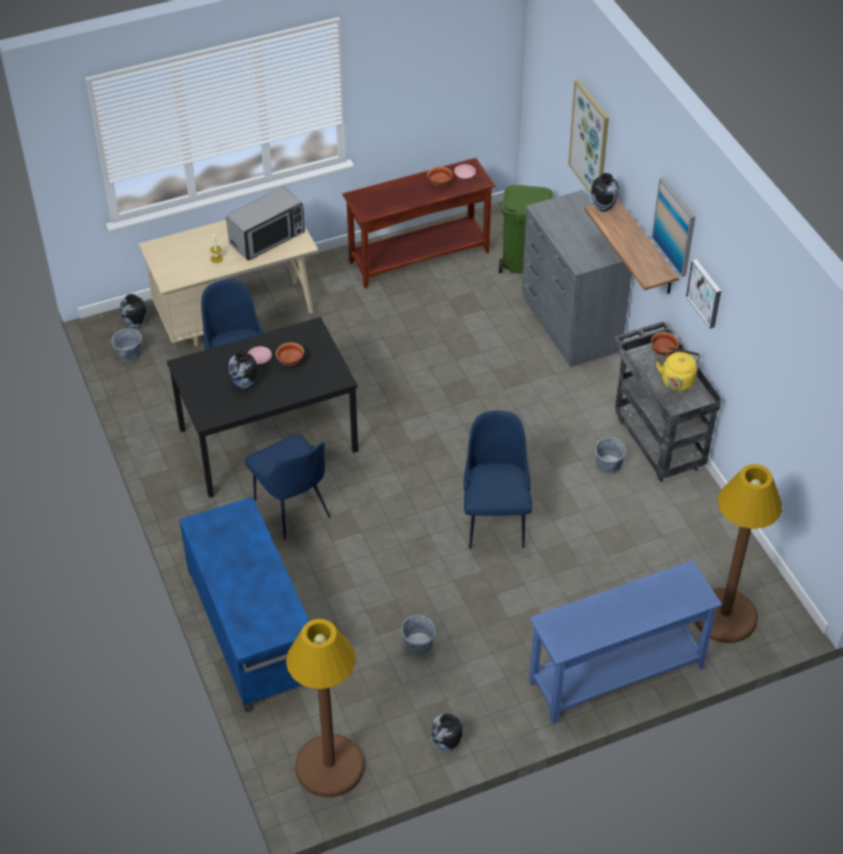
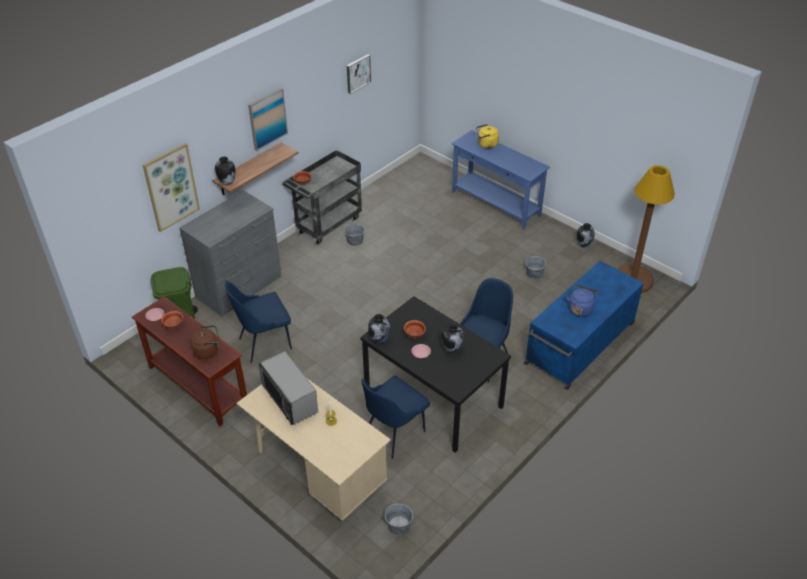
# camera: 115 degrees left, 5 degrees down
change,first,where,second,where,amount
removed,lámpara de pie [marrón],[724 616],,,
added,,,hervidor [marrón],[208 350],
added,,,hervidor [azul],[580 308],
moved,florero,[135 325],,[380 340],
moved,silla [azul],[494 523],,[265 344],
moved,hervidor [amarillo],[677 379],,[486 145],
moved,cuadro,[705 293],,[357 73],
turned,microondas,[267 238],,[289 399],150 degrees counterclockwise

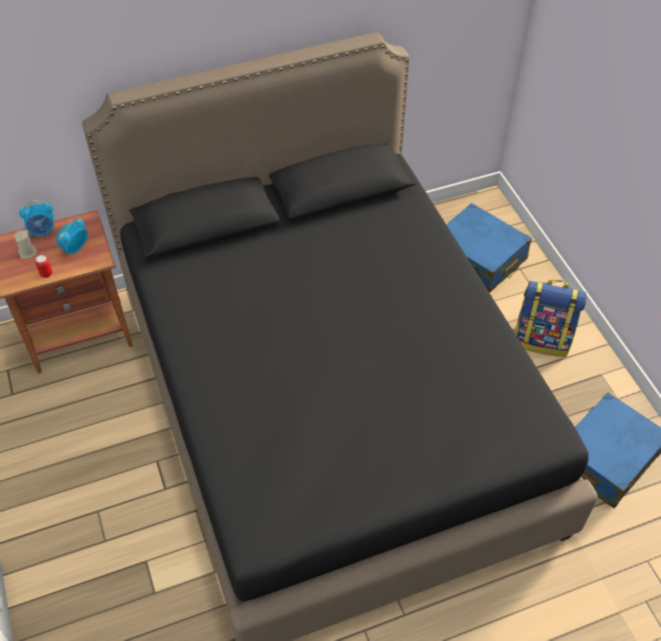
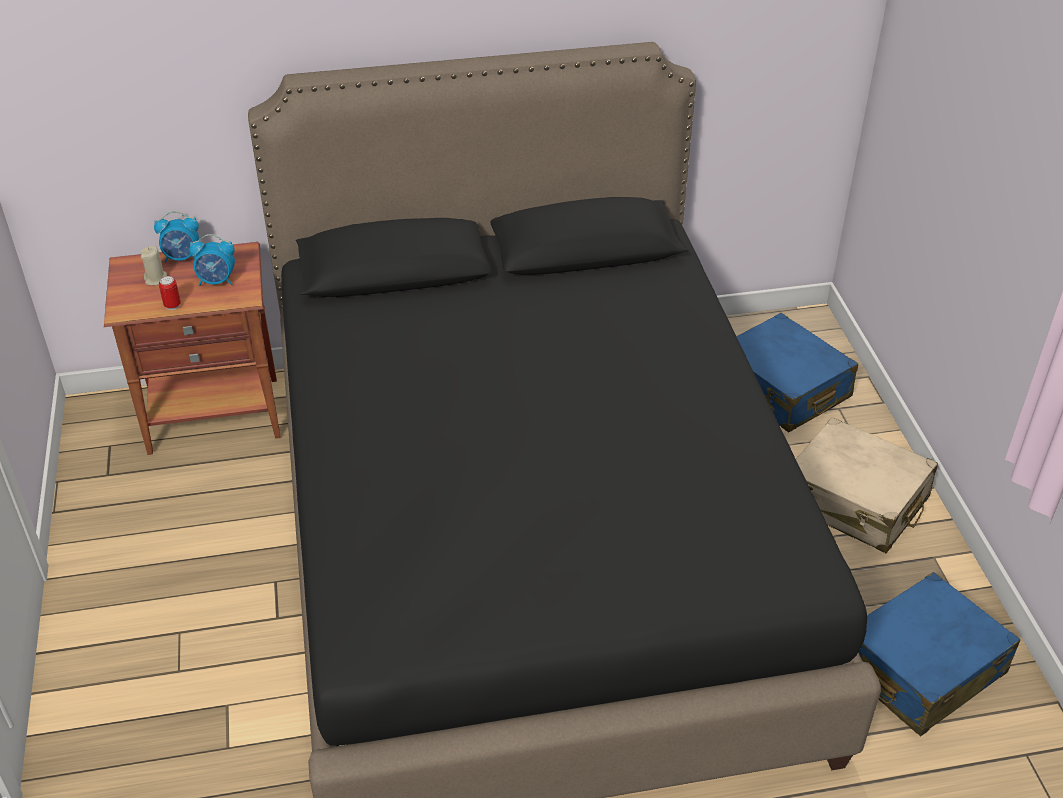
# camera: 10 degrees right, 10 degrees down
change,first,where,second,where,amount
replaced,mochila,[542 339],maleta [beis],[855 501],
turned,despertador,[75 249],,[217 281],135 degrees counterclockwise

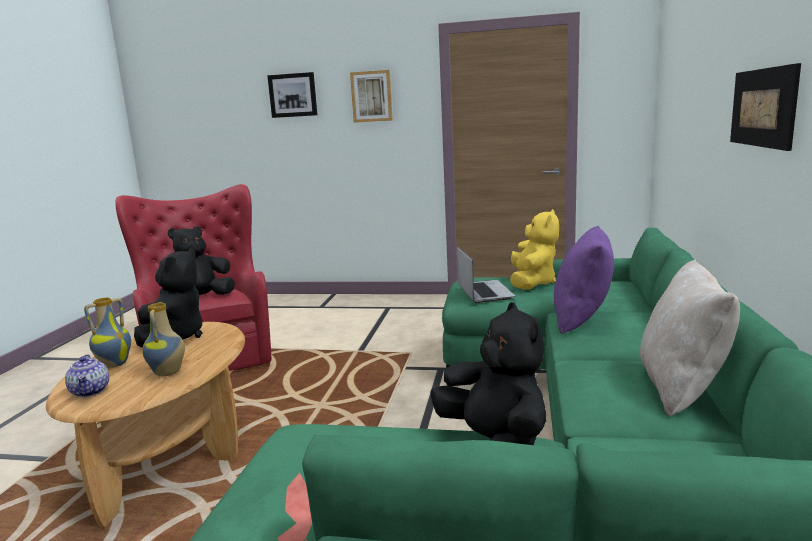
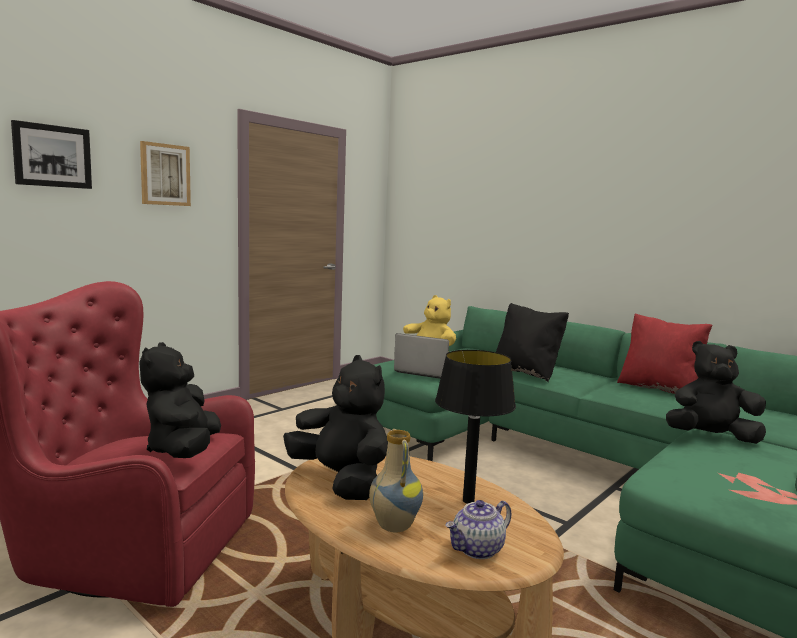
# camera: 60 degrees left, 5 degrees down
change,first,where,second,where,amount
removed,cuadro,[762 107],,,
replaced,florero,[169 373],lámpara de mesa [negro],[469 501],
recoloured,cojín [morado],[582 319],cojín [negro],[526 372],
recoloured,cojín [beis],[682 388],cojín [rojo],[659 388],
turned,tetera,[90 391],,[477 549],135 degrees clockwise

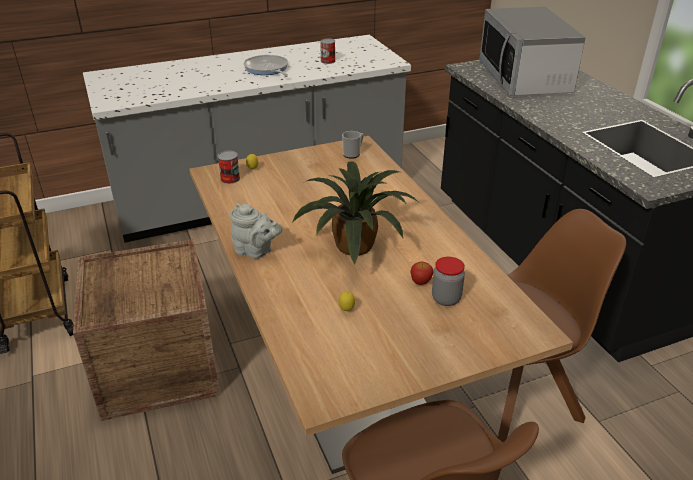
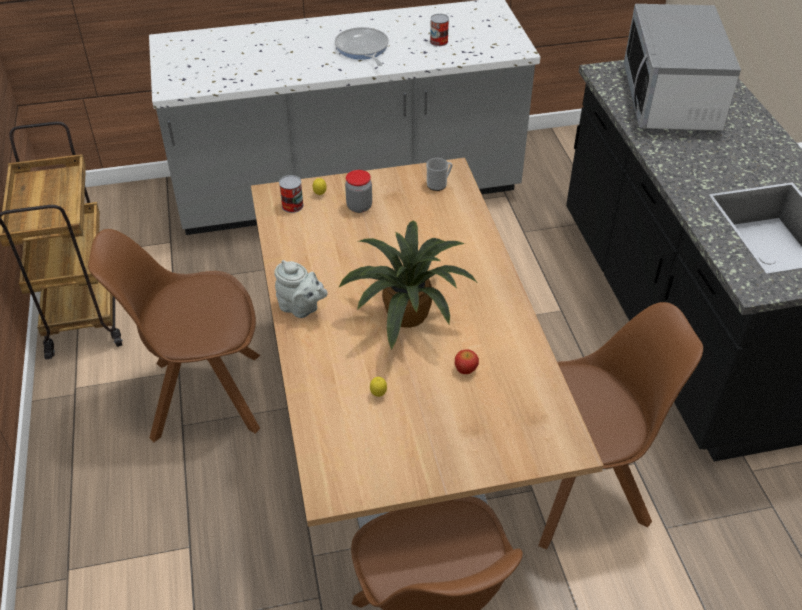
# camera: 10 degrees right, 10 degrees up
change,first,where,second,where,amount
moved,tarro,[446 299],,[359 206],
replaced,caja de embalaje,[158 367],silla [marrón],[203 395],

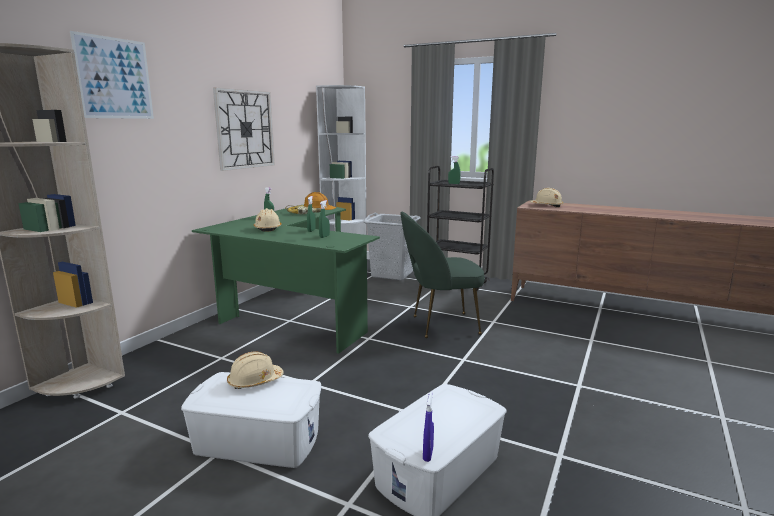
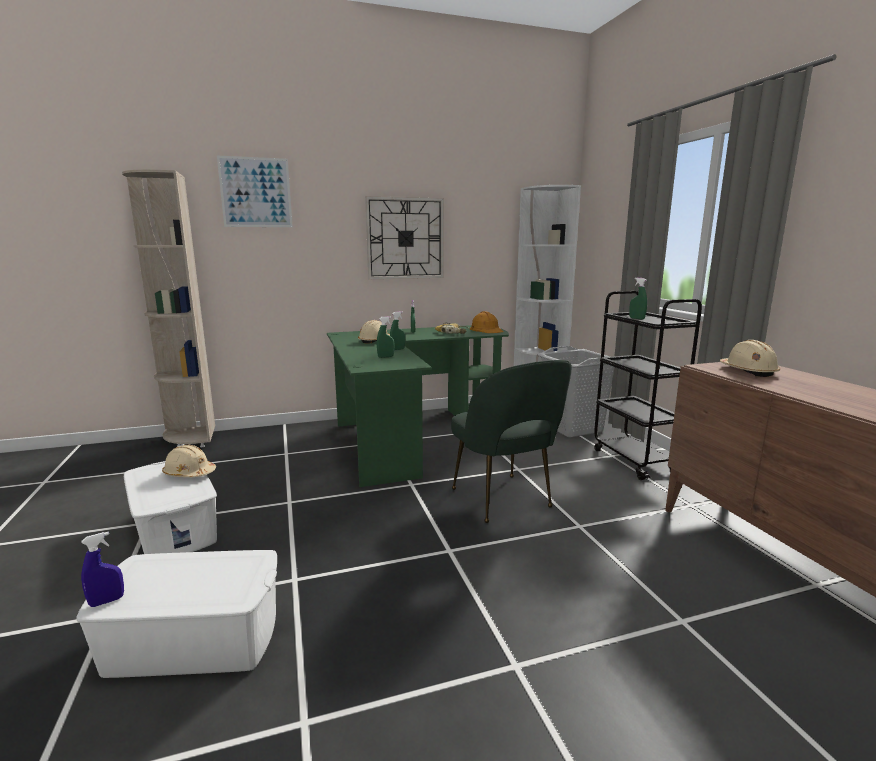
# camera: 45 degrees right, 0 degrees up
change,first,where,second,where,amount
turned,silla [verde],[439 325],,[504 502],150 degrees counterclockwise

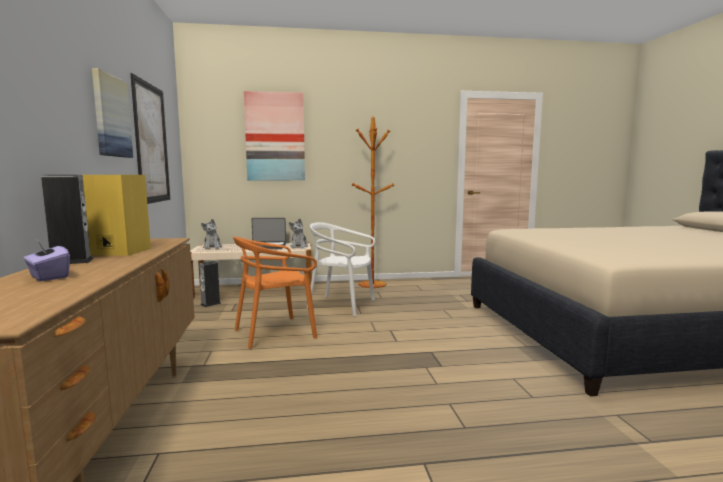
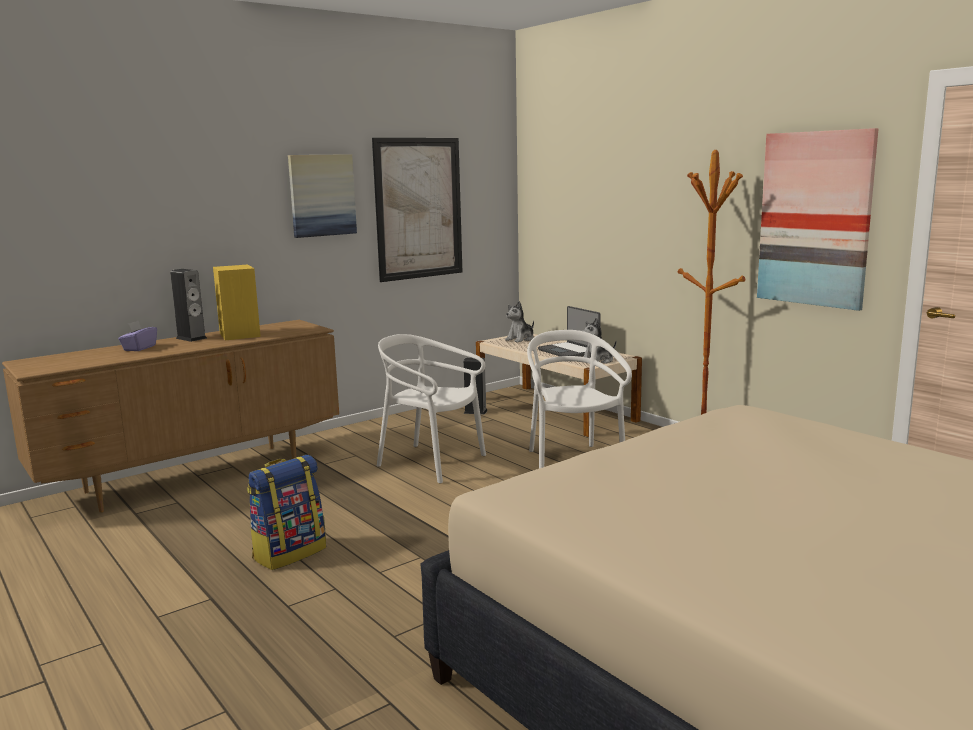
# camera: 60 degrees right, 5 degrees up
change,first,where,second,where,amount
added,,,mochila,[289 553],
moved,cuadro,[275 137],,[815 219],
recoloured,silla [naranja],[275 333],silla [blanco],[431 462],

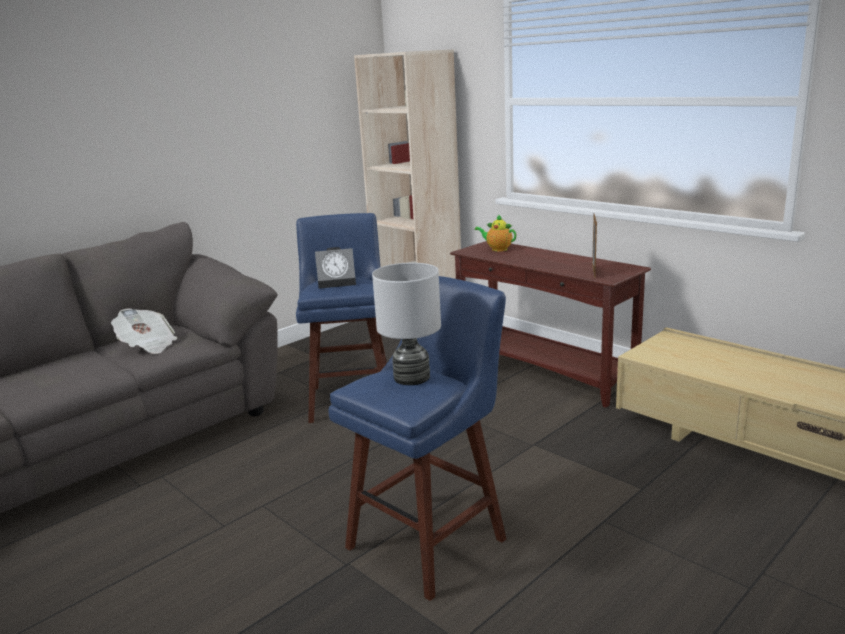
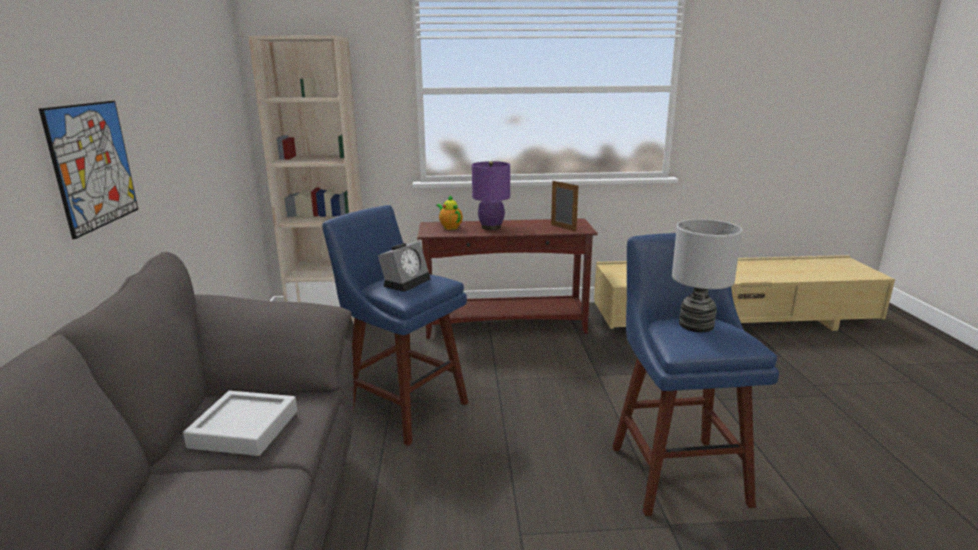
# camera: 50 degrees left, 0 degrees up
change,first,where,second,where,amount
added,,,cuadro,[93 165],
added,,,lámpara de mesa [morado],[491 227],
replaced,periódico,[147 345],bandeja [gris],[244 429],
turned,tetera,[497 249],,[450 227],75 degrees clockwise

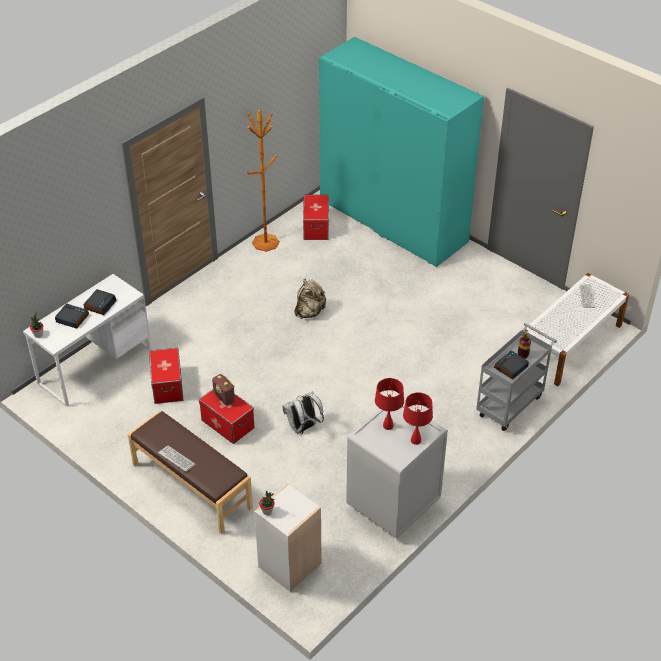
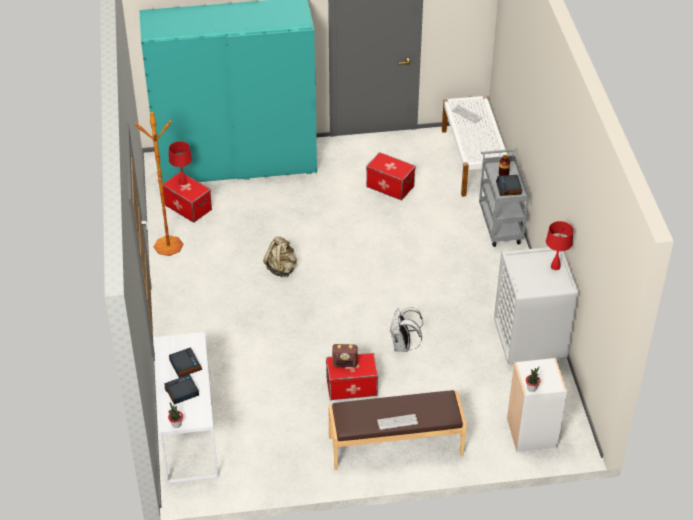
# camera: 50 degrees left, 0 degrees up
change,first,where,second,where,amount
moved,caja de almacenaje,[168 386],,[390 186],
moved,lámpara de mesa [rojo],[388 426],,[183 182],

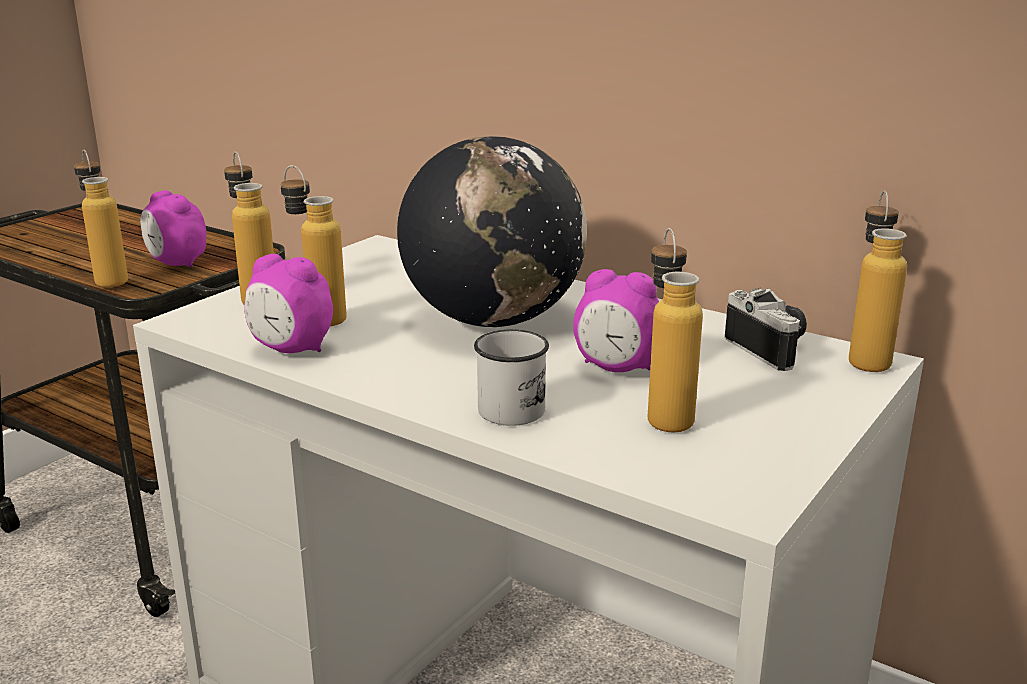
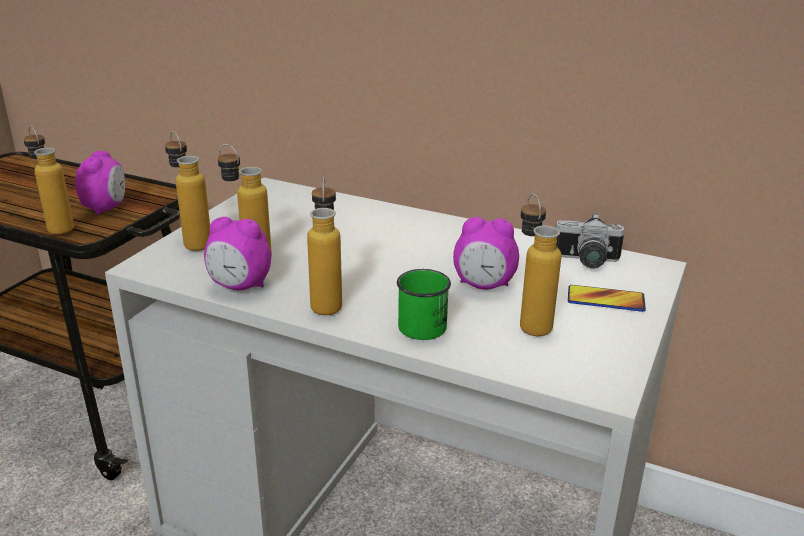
# camera: 10 degrees left, 5 degrees up
change,first,where,second,where,amount
removed,globo terráqueo,[493 320],,,
added,,,móvil,[605 300],
moved,botella,[865 358],,[326 301],
recoloured,taza grande [blanco],[516 406],taza grande [verde],[424 323],
turned,despertador,[177 264],,[106 208],120 degrees counterclockwise
turned,cámara,[773 349],,[586 262],135 degrees clockwise

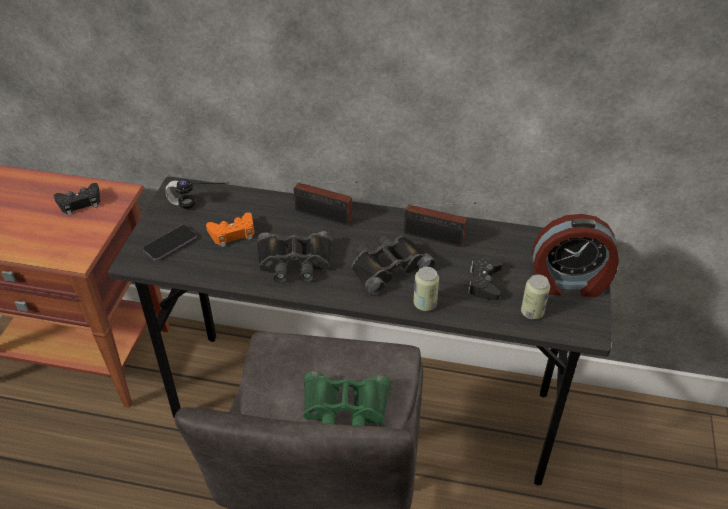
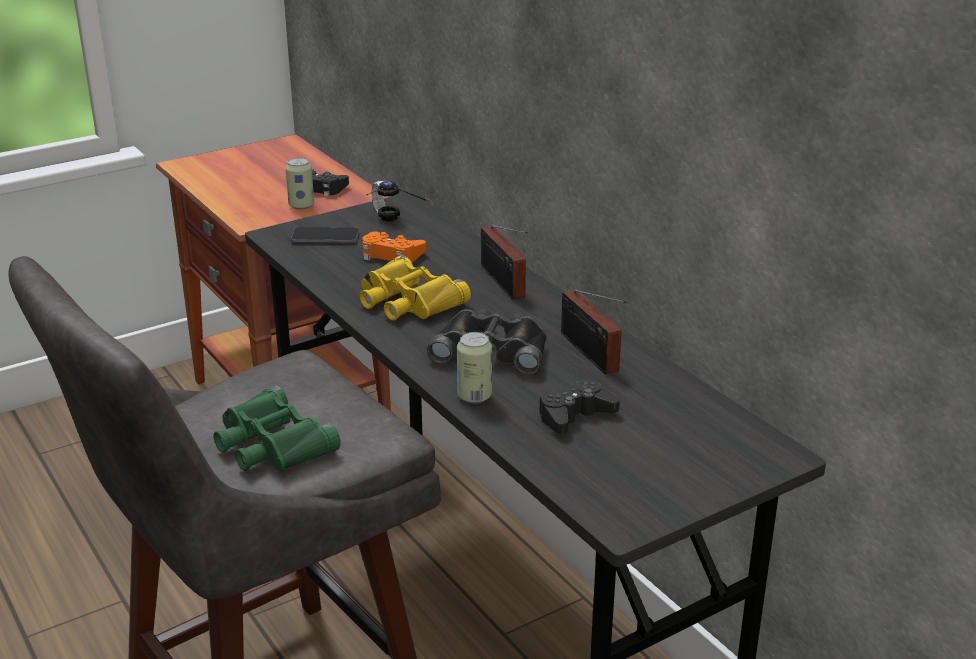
# camera: 45 degrees right, 15 degrees down
change,first,where,second,where,amount
removed,despertador,[569 283],,,
moved,lata,[532 312],,[301 206],
recoloured,prismáticos [negro],[294 262],prismáticos [amarillo],[407 301],

